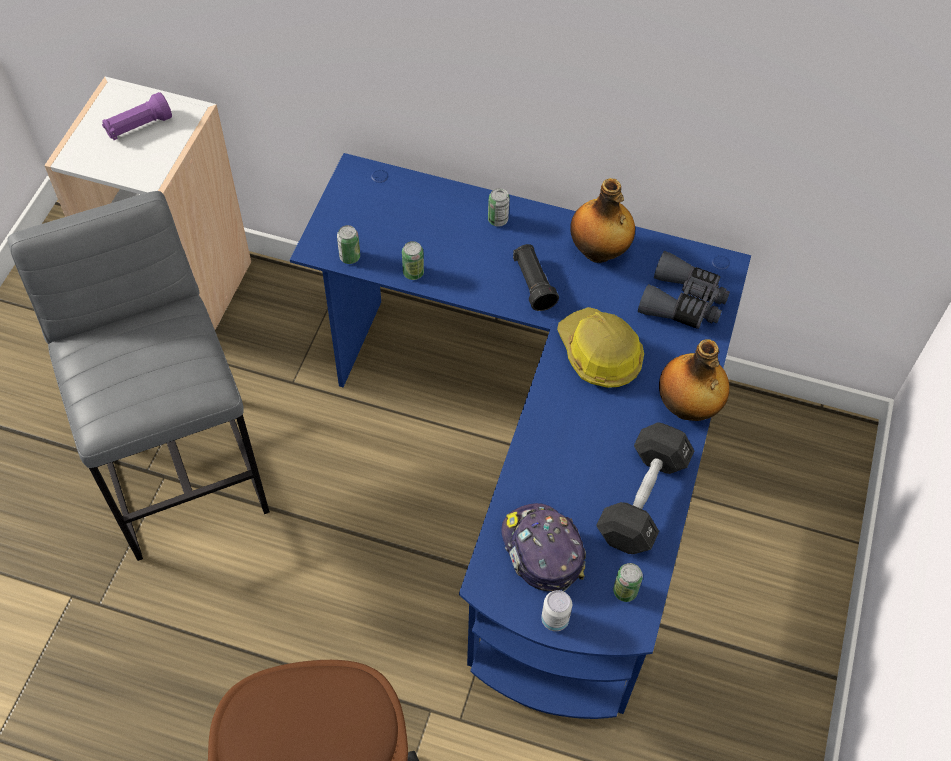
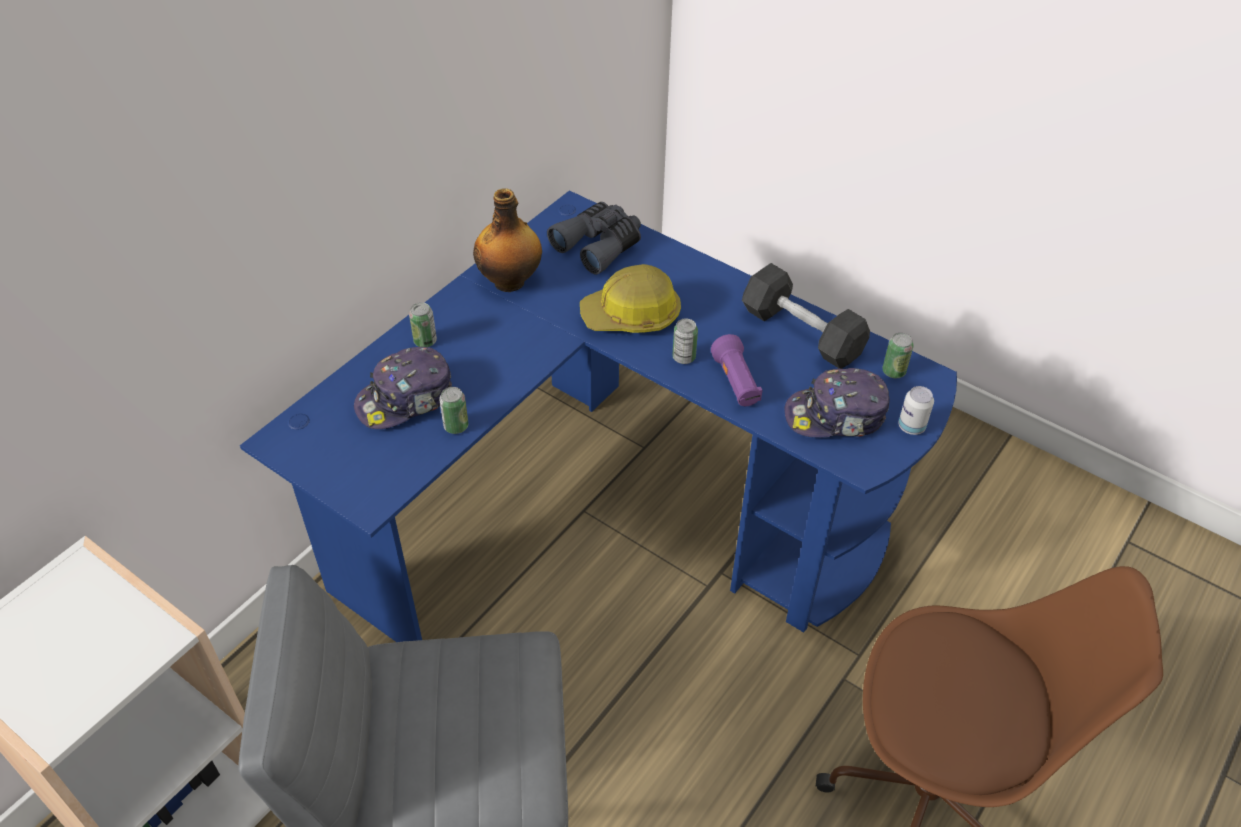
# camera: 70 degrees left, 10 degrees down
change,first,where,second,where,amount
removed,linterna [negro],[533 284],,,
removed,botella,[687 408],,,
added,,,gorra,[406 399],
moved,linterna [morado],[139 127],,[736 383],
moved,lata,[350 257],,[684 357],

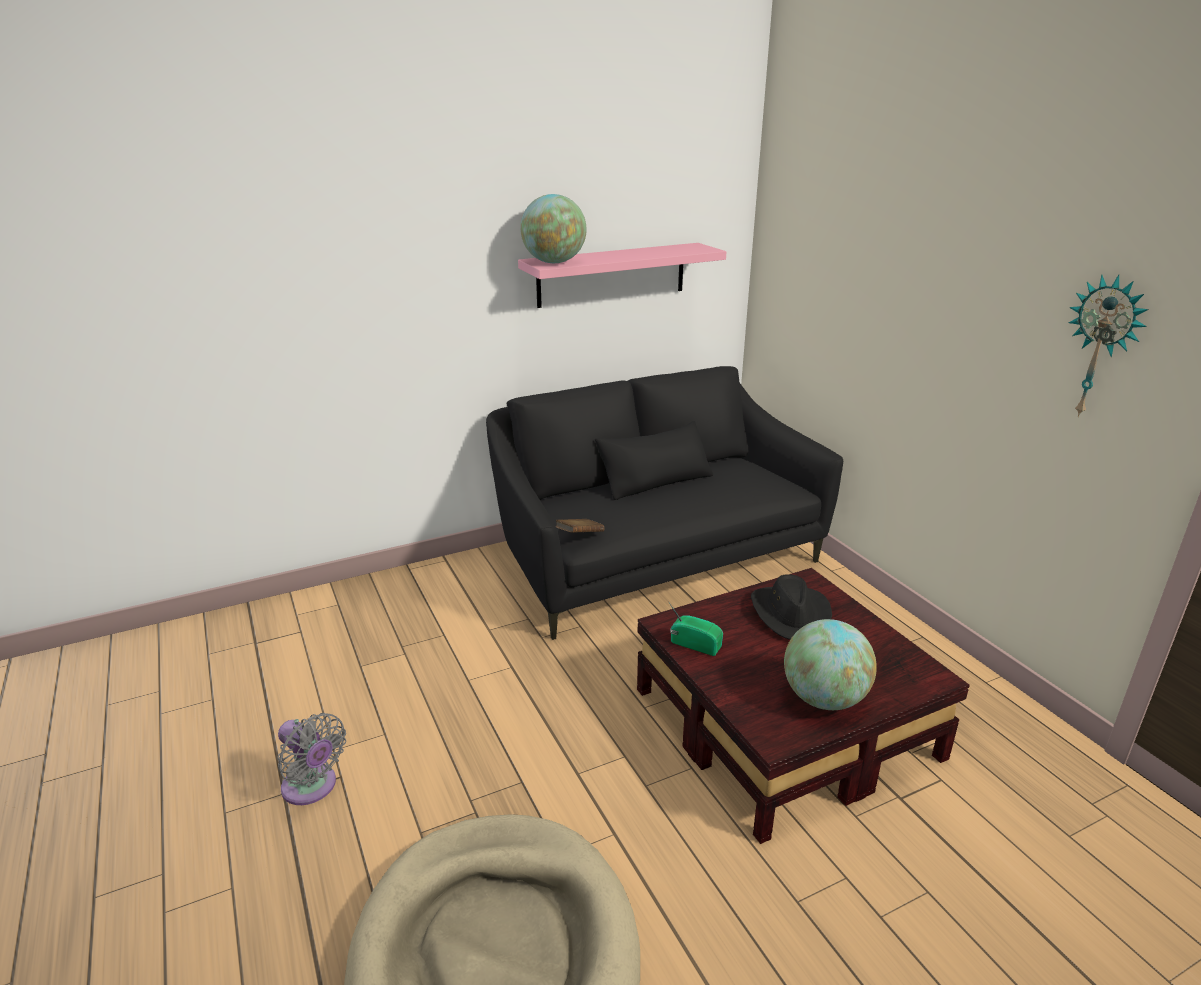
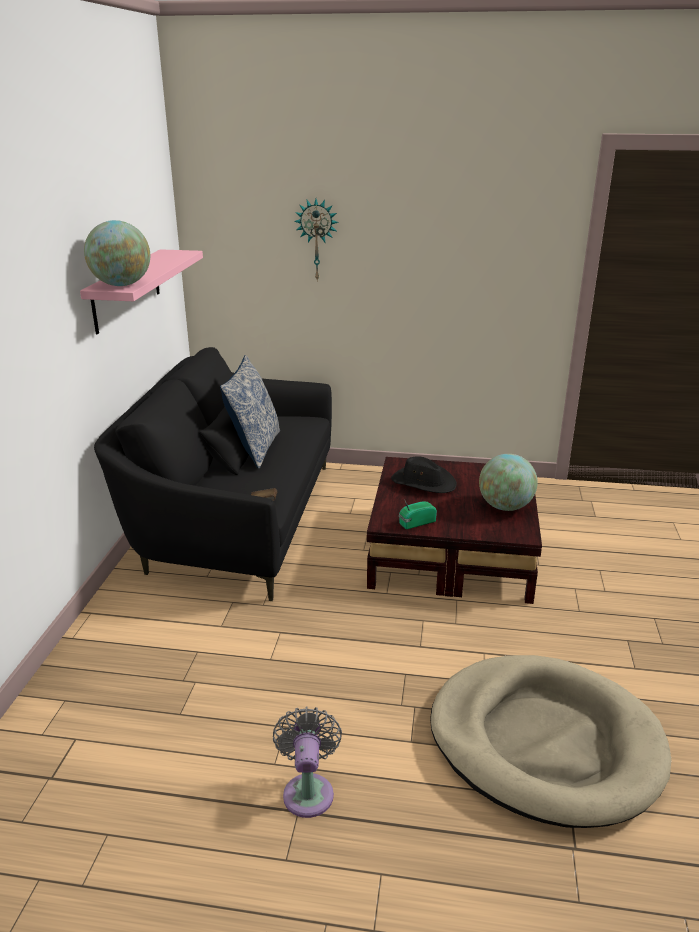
# camera: 55 degrees left, 0 degrees up
change,first,where,second,where,amount
added,,,cojín,[254 448],
moved,reloj de pared,[1101 347],,[317 239],
turned,ventilador [gris],[312 788],,[308 790],75 degrees counterclockwise

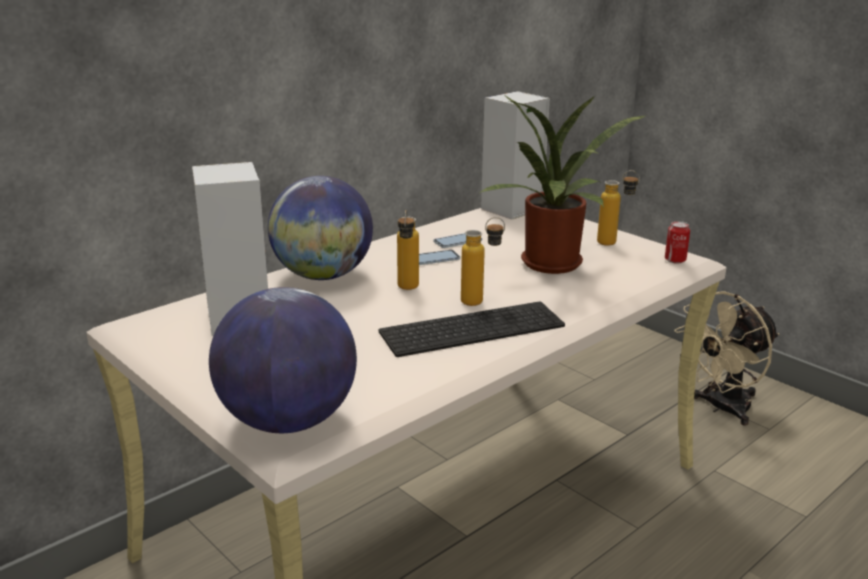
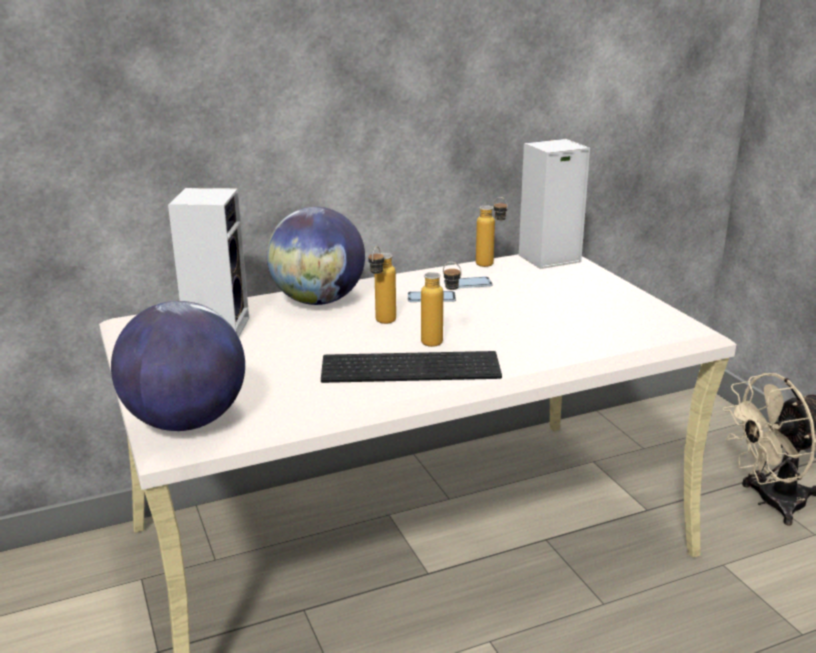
# camera: 20 degrees right, 0 degrees up
change,first,where,second,where,amount
removed,planta en maceta,[553 266],,,
removed,lata,[675 260],,,
moved,botella,[614 243],,[490 266],

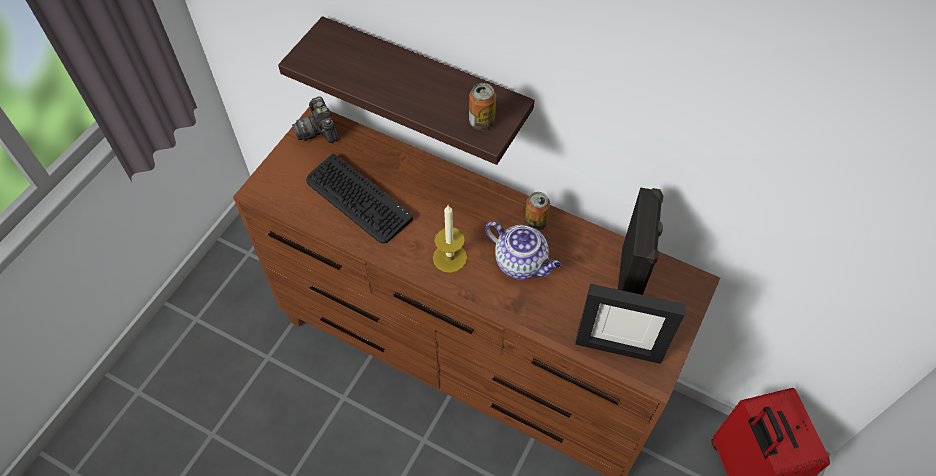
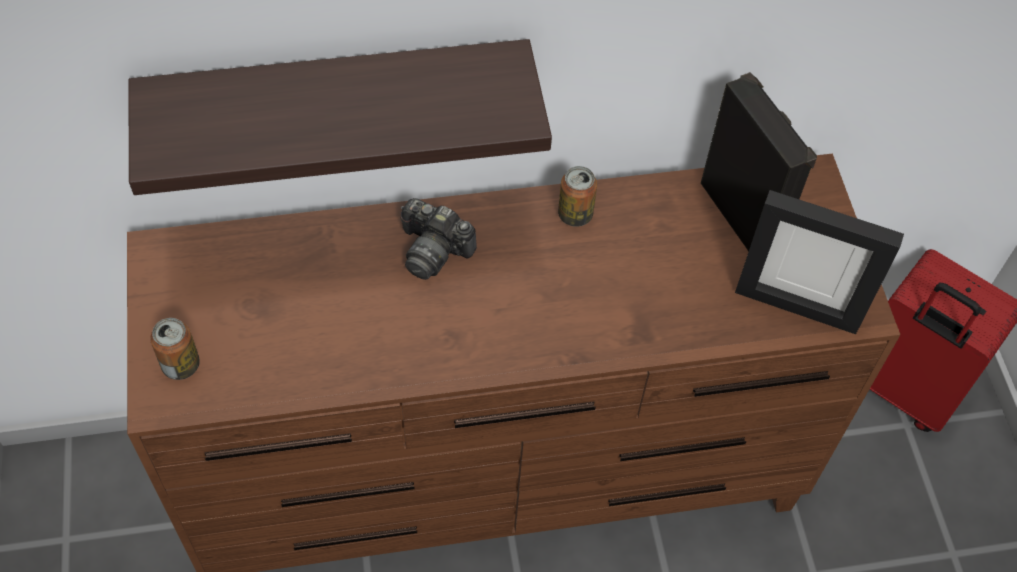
# camera: 40 degrees left, 0 degrees up
change,first,where,second,where,amount
removed,teclado,[358 199],,,
removed,vela,[450 257],,,
removed,tetera,[522 263],,,
moved,cámara,[318 130],,[433 250],
moved,lata,[482 122],,[181 365],
turned,portarretratos,[618 347],,[797 304],45 degrees clockwise

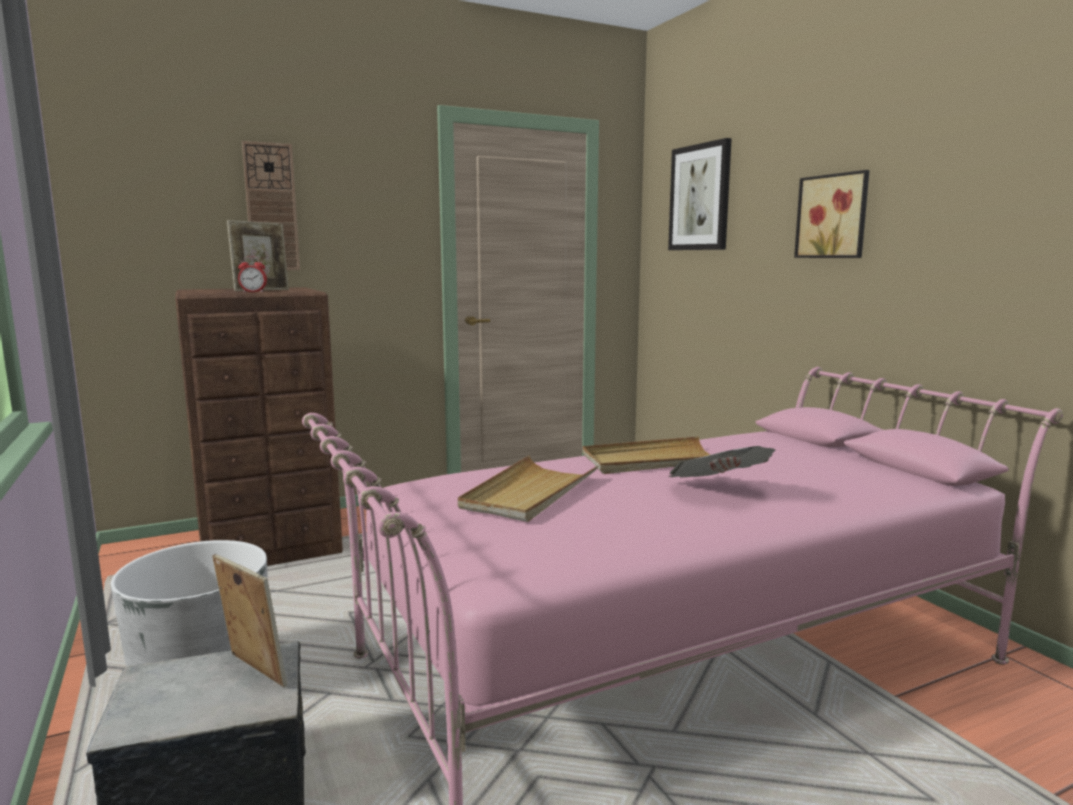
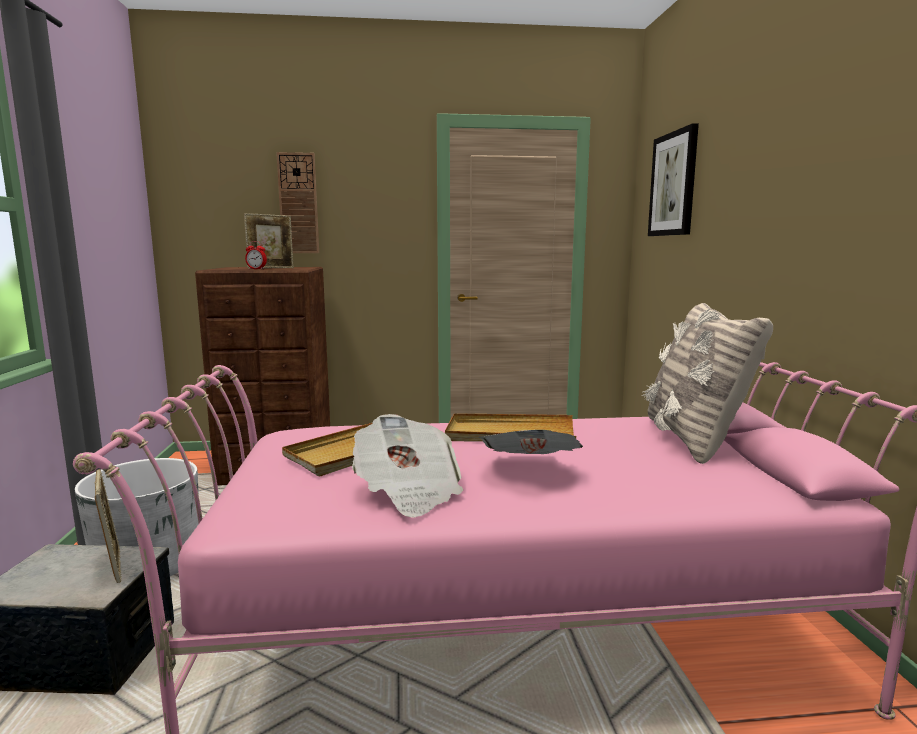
# camera: 20 degrees right, 0 degrees up
change,first,where,second,where,amount
removed,cuadro,[834 216],,,
added,,,periódico,[408 492],
added,,,cojín [beis],[691 439],

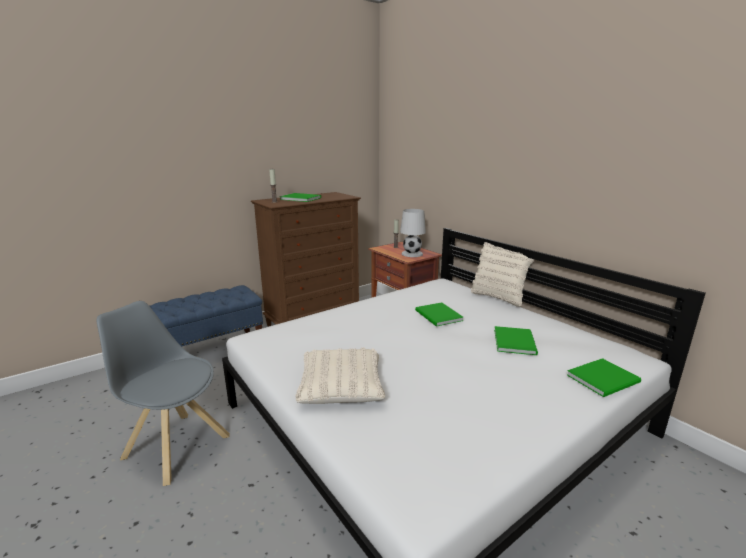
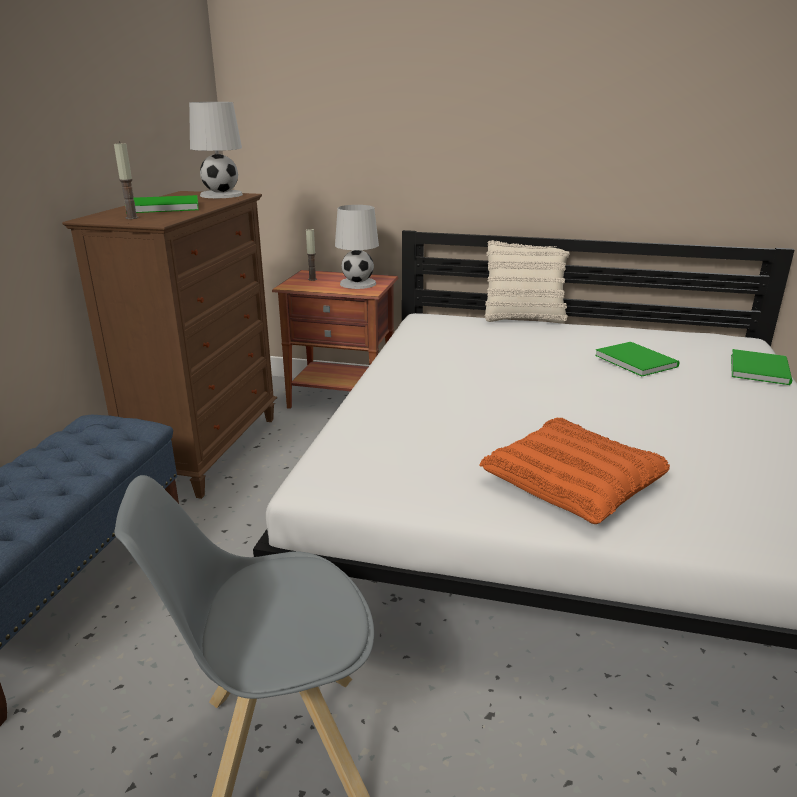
# camera: 40 degrees left, 5 degrees up
change,first,where,second,where,amount
removed,libro [verde],[438 316],,,
added,,,lámpara de mesa [blanco],[221 195],
recoloured,cojín [beis],[341 385],cojín [naranja],[572 483],

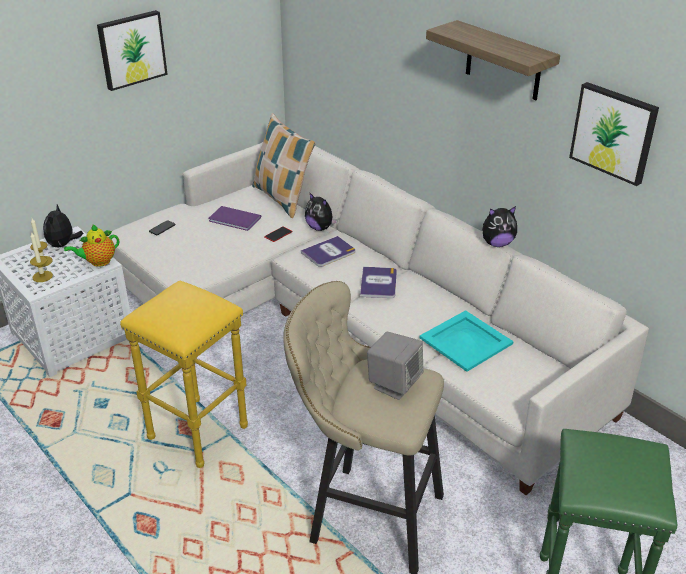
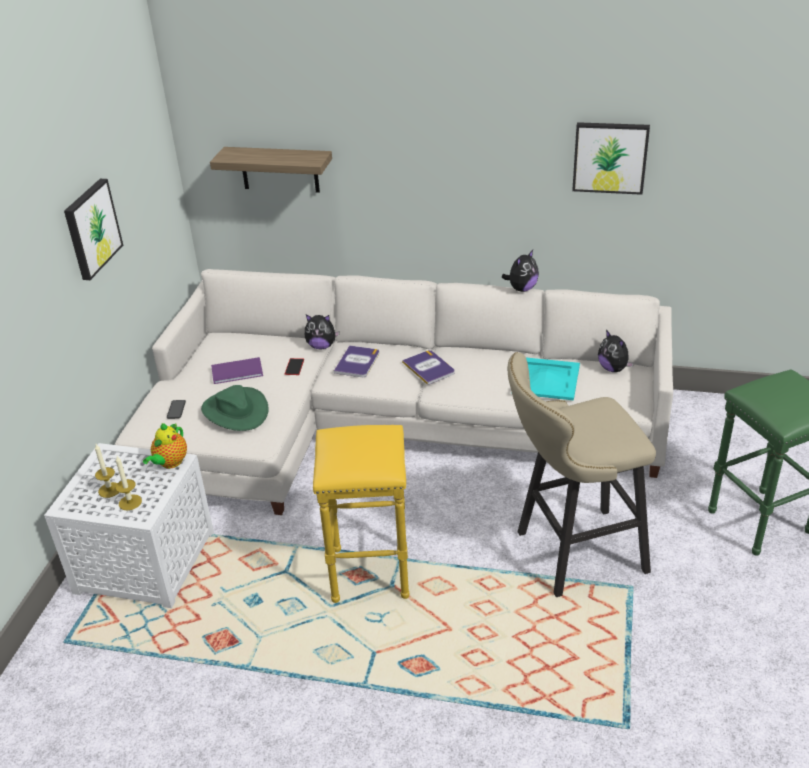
# camera: 35 degrees left, 0 degrees up
change,first,where,second,where,amount
removed,cojín,[283 198],,,
removed,altavoz [gris],[394 384],,,
added,,,sombrero [verde],[235 411],
moved,peluche,[63 245],,[613 369],
moved,estante,[503 61],,[279 169],

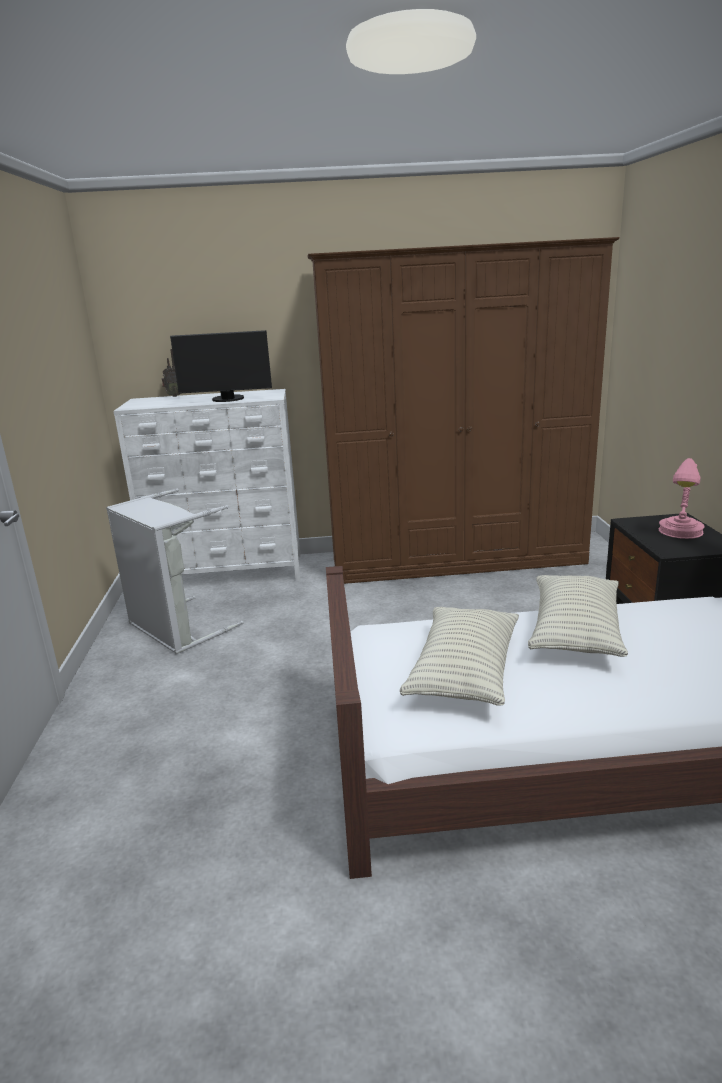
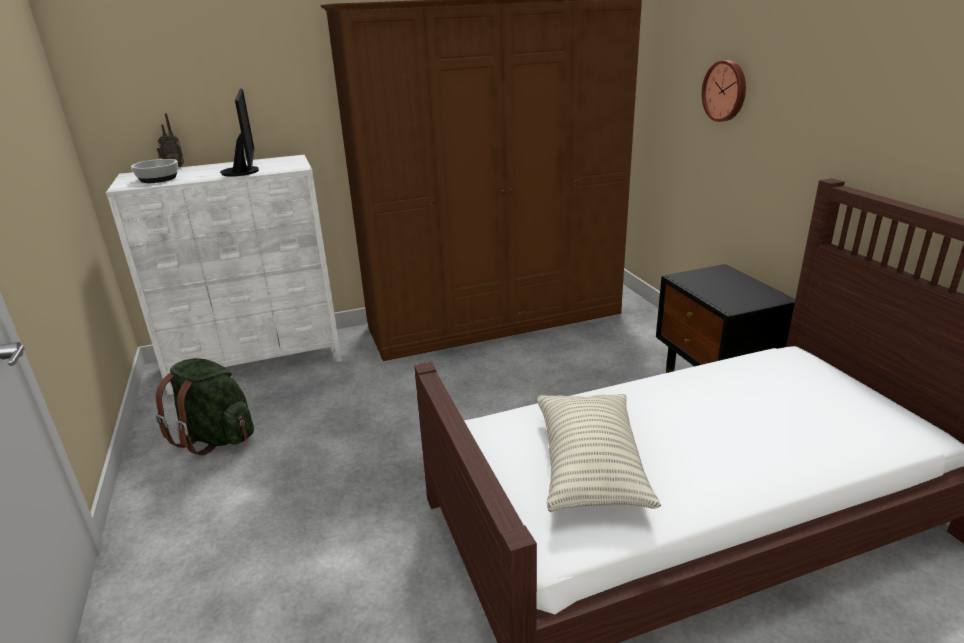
# camera: 15 degrees left, 5 degrees up
change,first,where,second,where,amount
removed,cojín,[575 632],,,
removed,lámpara de mesa [rosa],[680 532],,,
added,,,cuenco,[158 179],
added,,,reloj de pared,[725 91],
replaced,cesto de la ropa [gris],[175 629],mochila [verde],[216 437],
turned,monitor,[227 399],,[244 171],90 degrees counterclockwise

